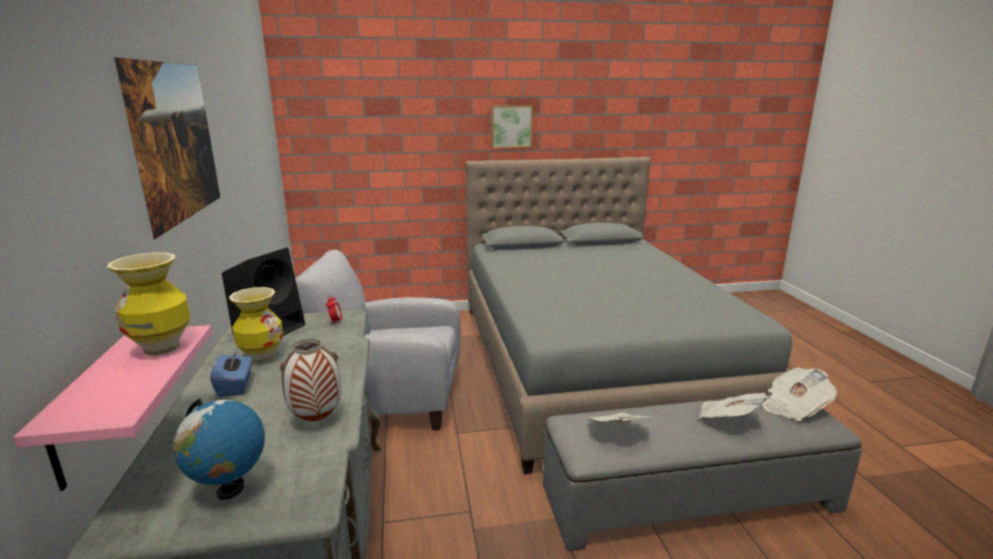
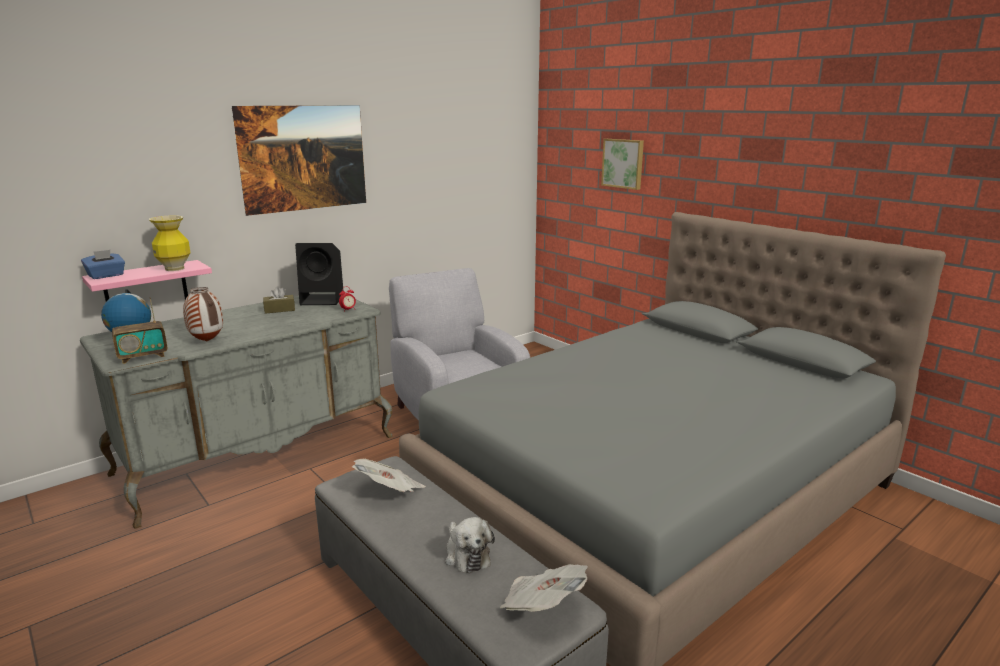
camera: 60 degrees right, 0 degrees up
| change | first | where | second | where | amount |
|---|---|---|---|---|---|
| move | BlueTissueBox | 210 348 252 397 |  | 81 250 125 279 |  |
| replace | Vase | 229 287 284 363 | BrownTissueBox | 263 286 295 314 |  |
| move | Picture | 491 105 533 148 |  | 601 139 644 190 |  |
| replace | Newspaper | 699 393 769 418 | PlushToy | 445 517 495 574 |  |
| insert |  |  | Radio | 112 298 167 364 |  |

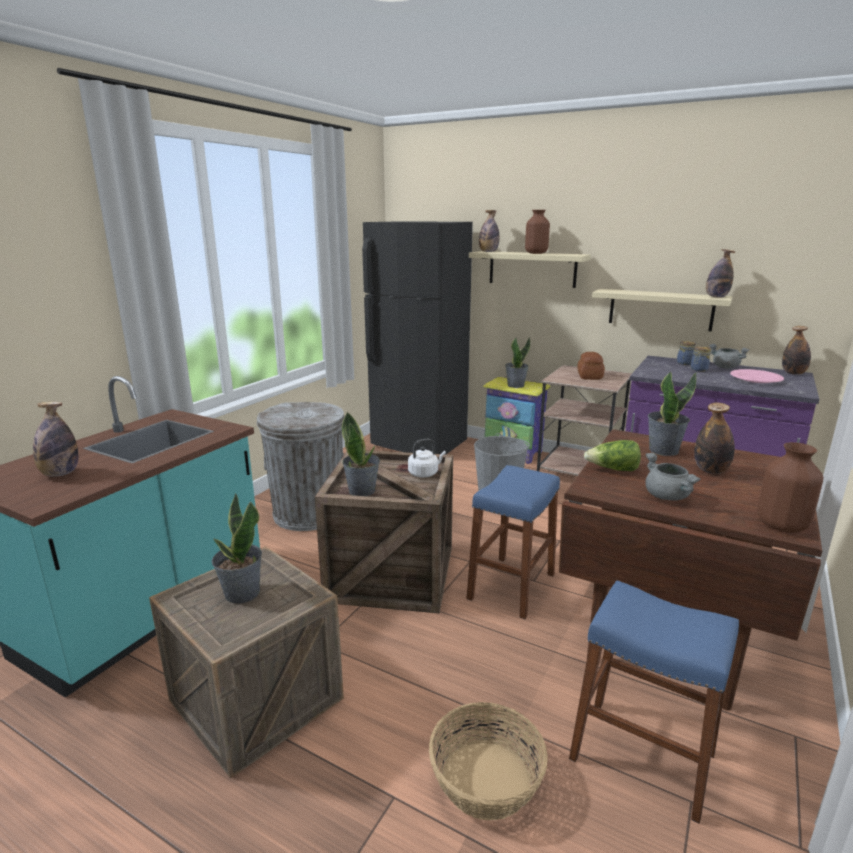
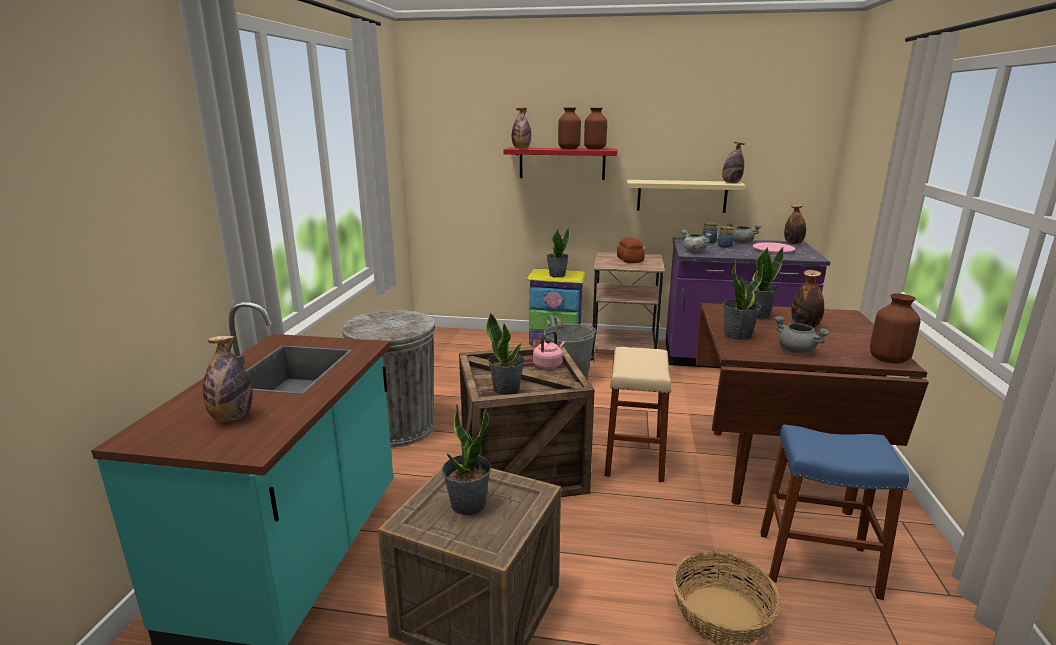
camera: 20 degrees left, 0 degrees up
| change | first | where | second | where | amount |
|---|---|---|---|---|---|
| delete | BlackFridge | 362 221 473 454 |  |  |  |
| recolor | WhiteKettle | 408 439 446 477 | PinkKettle | 533 331 565 369 |  |
| recolor | BlueStool | 466 465 560 619 | BeigeStool | 604 347 671 482 |  |
| recolor | BeigeShelf | 469 251 591 288 | RedShelf | 504 147 618 180 |  |
| replace | Lettuce | 584 440 641 471 | PottedPlant | 723 260 764 341 |  |
| insert |  |  | BrownVase | 584 108 607 149 |  |
| insert |  |  | GreyCookingPot | 681 230 712 252 |  |

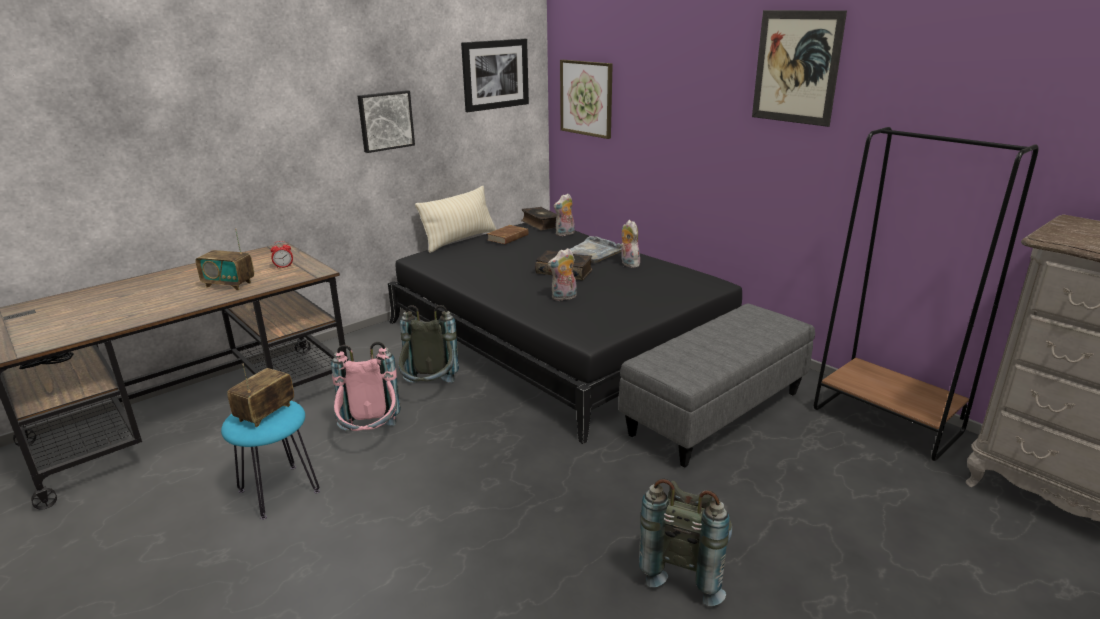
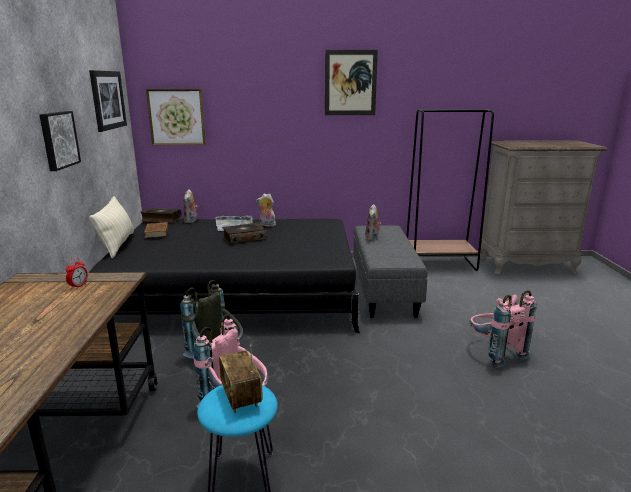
camera: 50 degrees left, 5 degrees down
| change | first | where | second | where | amount |
|---|---|---|---|---|---|
| delete | Radio | 195 228 254 290 |  |  |  |
| move | PlushToy | 548 248 577 301 |  | 365 204 381 241 |  |
| recolor | GreyBackpack | 639 479 732 606 | PinkBackpack | 470 290 537 368 |  |

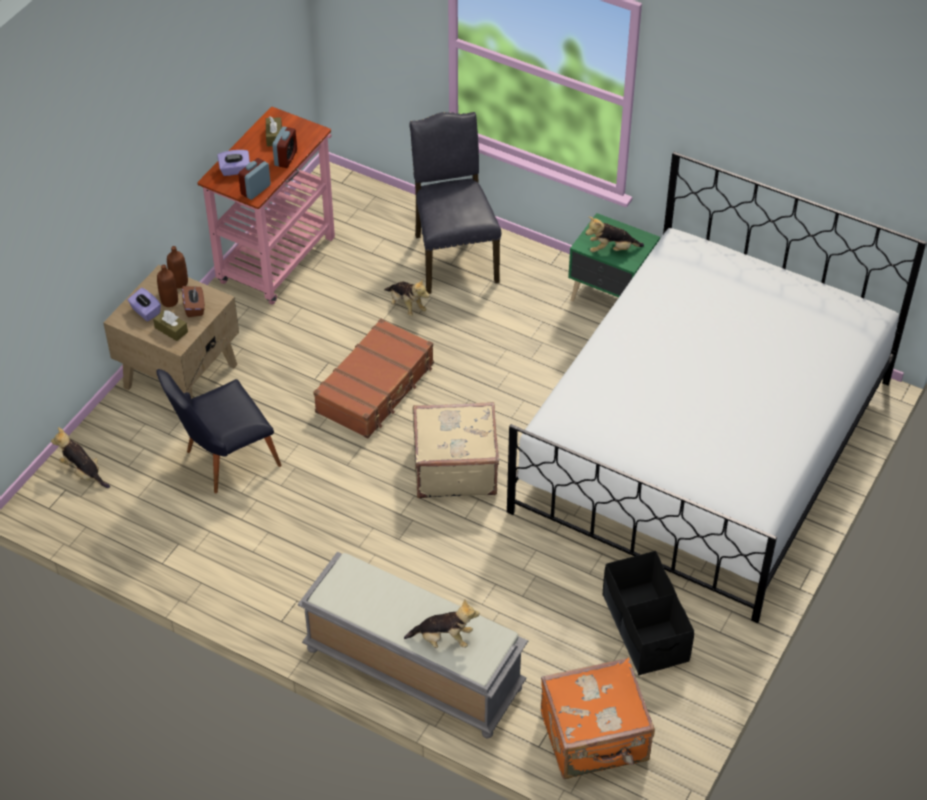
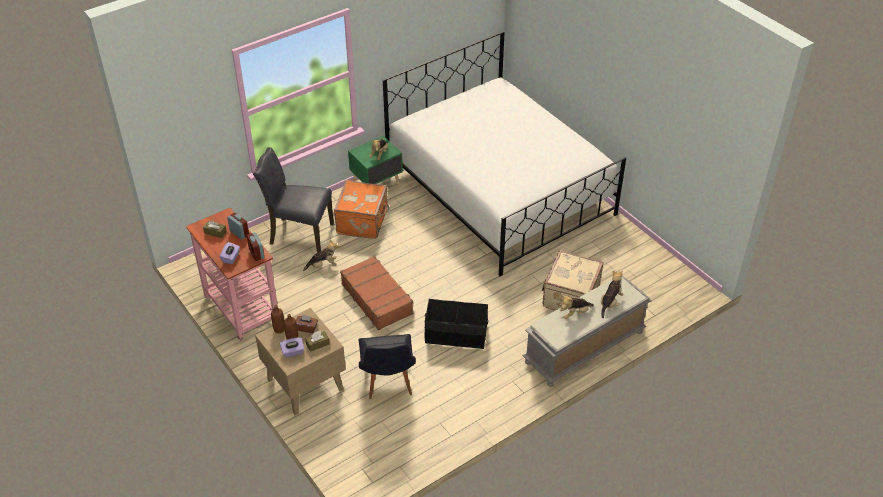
camera: 65 degrees left, 5 degrees down
| change | first | where | second | where | amount |
|---|---|---|---|---|---|
| move | PlushToy | 51 427 110 488 |  | 560 296 594 319 |  |
| move | BeigeSuitcase | 413 402 499 498 |  | 542 250 603 310 |  |
| move | OrangeSuitcase | 541 658 655 779 |  | 334 180 389 239 |  |
| move | BlackStorageBox | 603 551 694 675 |  | 425 299 488 349 |  |

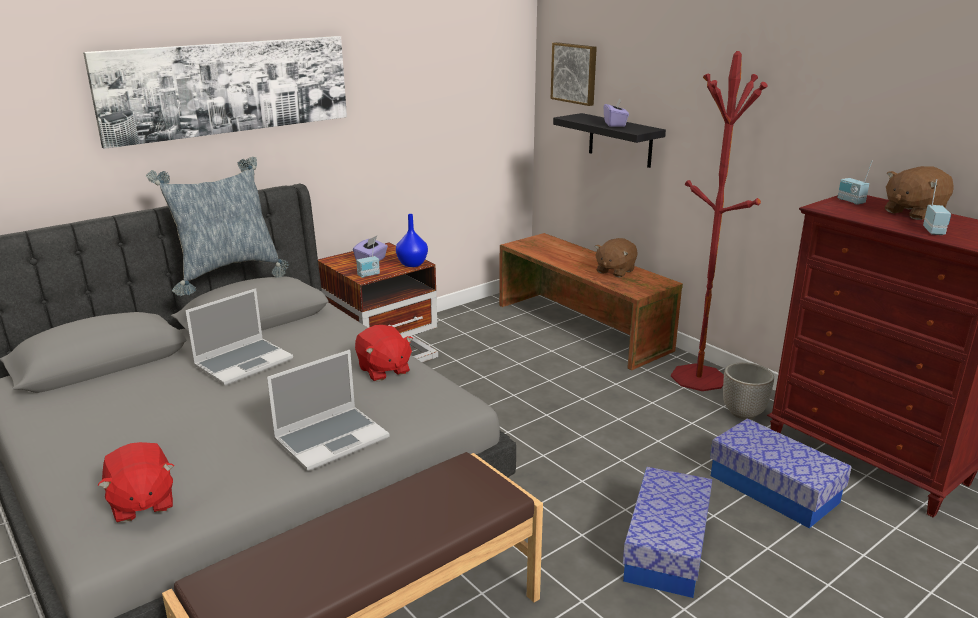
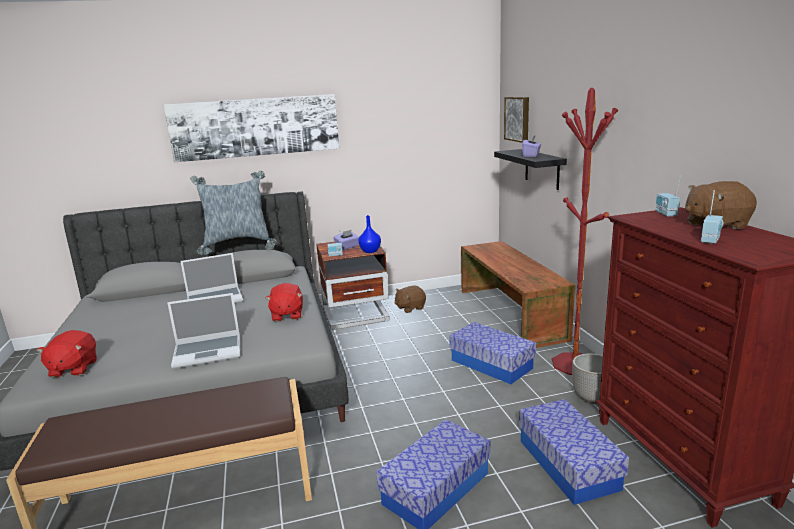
camera: 25 degrees right, 5 degrees down
| change | first | where | second | where | amount |
|---|---|---|---|---|---|
| move | BrownPlushToy | 595 238 637 278 |  | 394 285 426 313 |  |
| insert |  |  | StorageBox | 449 322 536 384 |  |

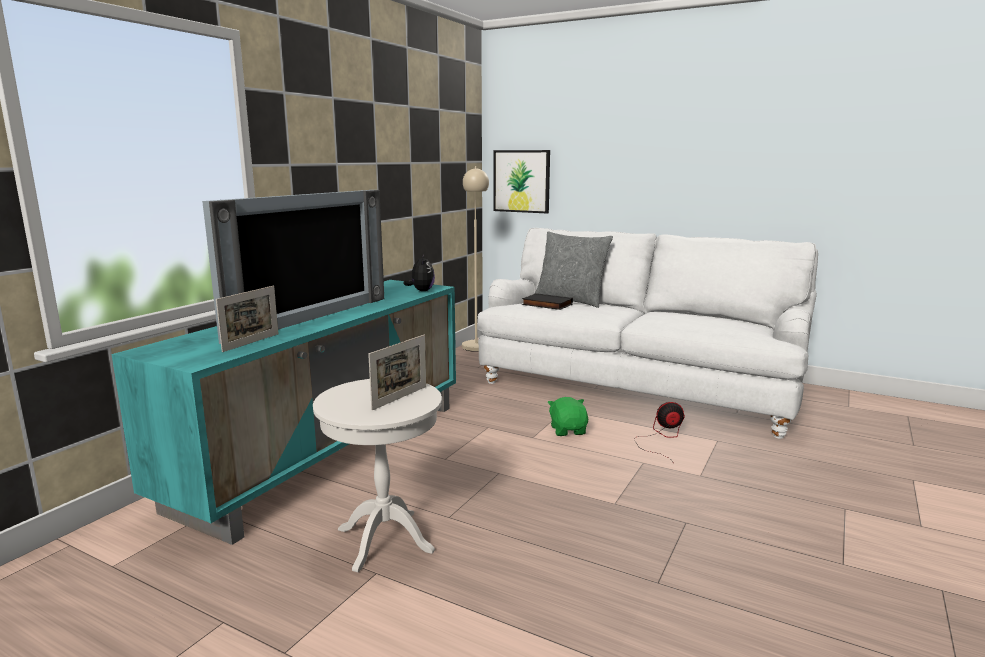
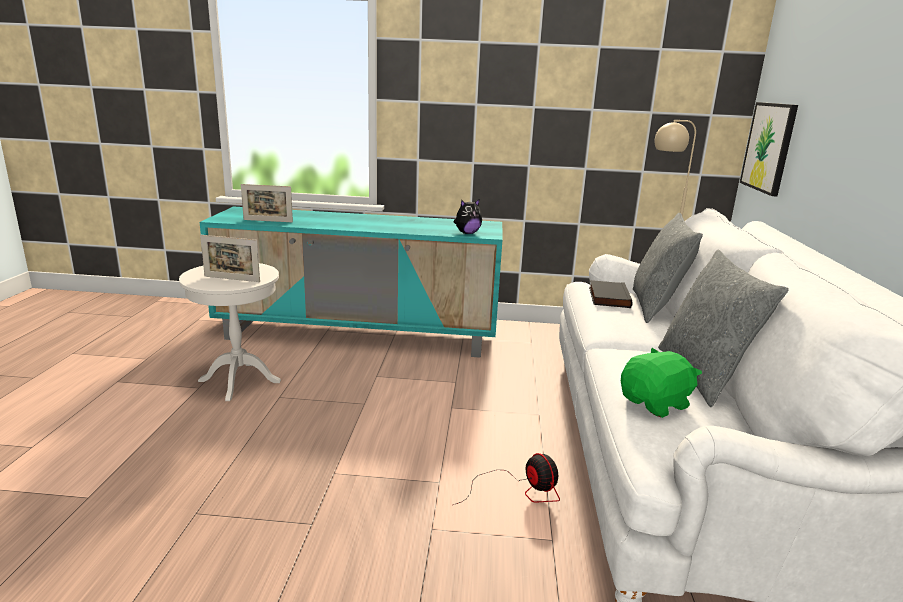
camera: 65 degrees right, 5 degrees up
| change | first | where | second | where | amount |
|---|---|---|---|---|---|
| delete | Television | 202 190 384 344 |  |  |  |
| move | GreenPlushToy | 547 397 588 436 |  | 621 348 702 418 |  |
| insert |  |  | GreyPillow | 658 250 789 407 |  |

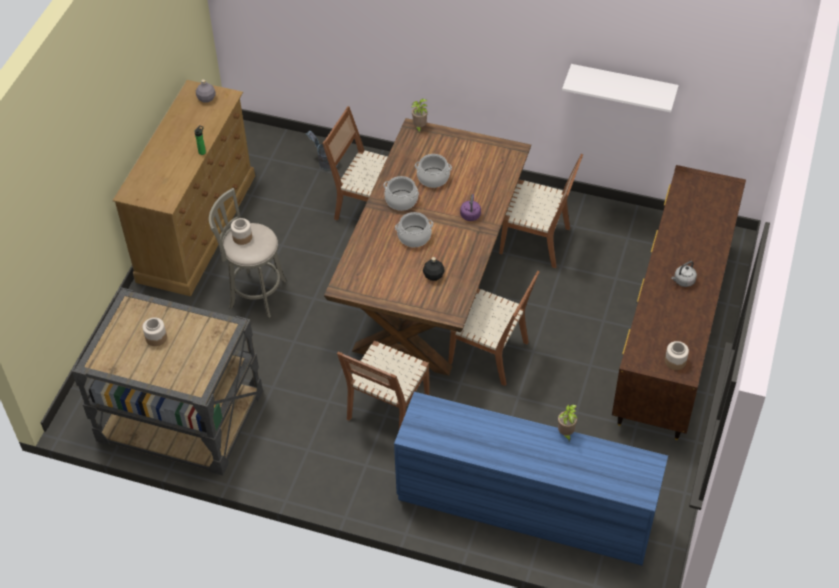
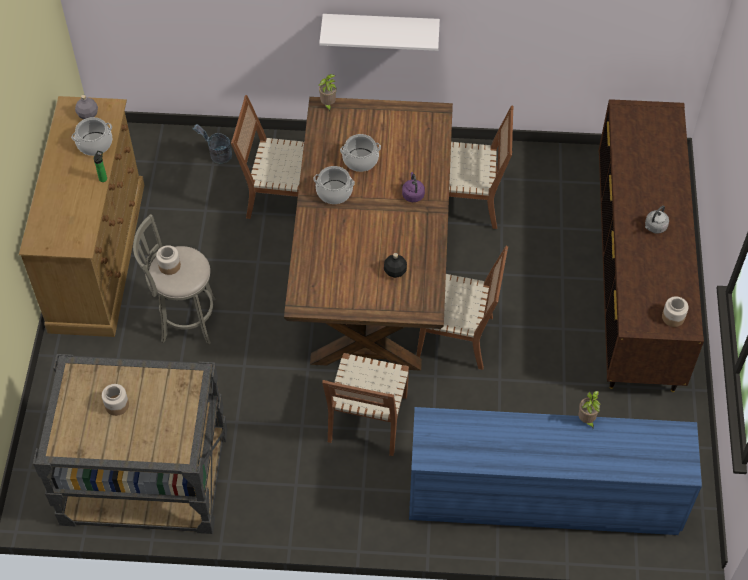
camera: 15 degrees left, 5 degrees up
| change | first | where | second | where | amount |
|---|---|---|---|---|---|
| move | CookingPot | 395 212 433 247 |  | 71 117 112 156 |  |
| move | WhiteShelf | 562 64 679 113 |  | 319 14 440 51 |  |

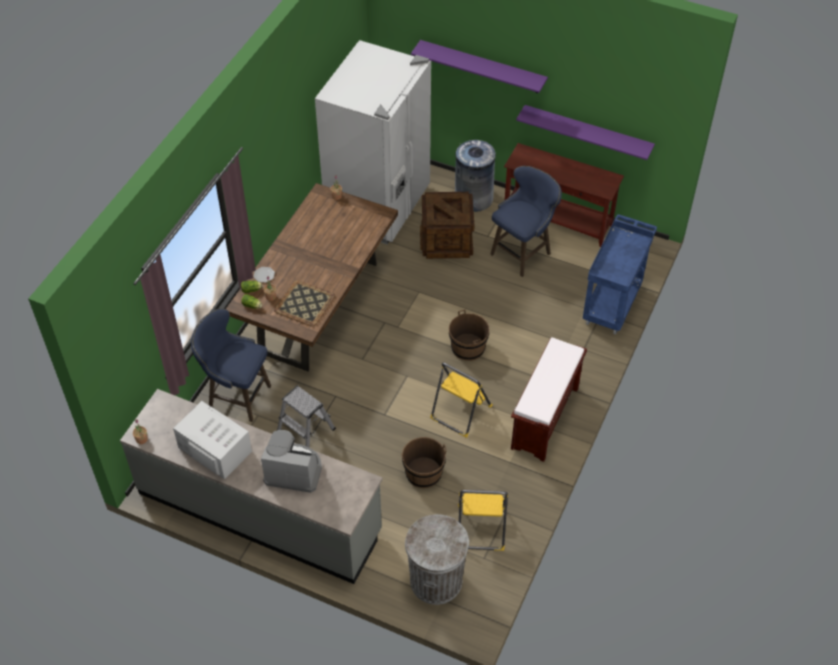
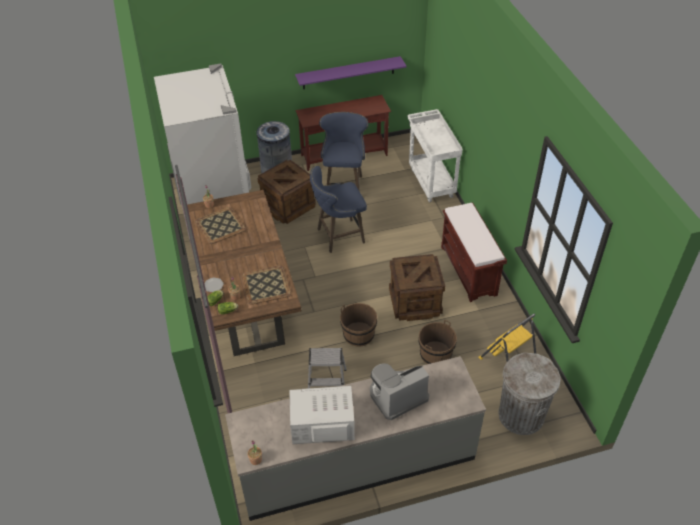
camera: 40 degrees left, 5 degrees down
| change | first | where | second | where | amount |
|---|---|---|---|---|---|
| move | BlueStool | 191 308 271 422 |  | 310 166 367 253 |  |
| delete | PurpleShelf | 411 40 548 93 |  |  |  |
| replace | YellowStepLadder | 430 363 493 438 | Crate | 389 254 445 321 |  |
| move | BrownBucket | 449 309 490 361 |  | 340 303 377 347 |  |
| recolor | BlueCart | 583 214 657 334 | WhiteCart | 408 109 463 202 |  |
| insert |  |  | Tray | 195 207 246 244 |  |

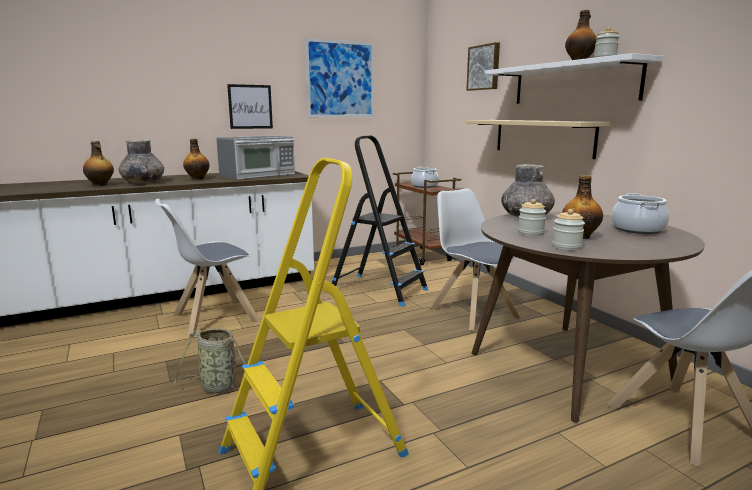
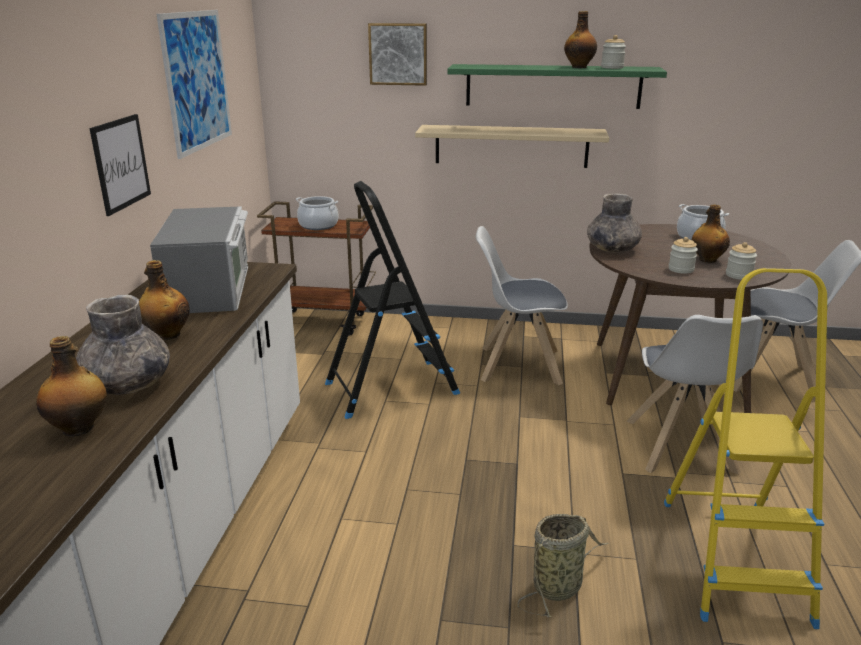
camera: 55 degrees left, 10 degrees up
| change | first | where | second | where | amount |
|---|---|---|---|---|---|
| move | Chair | 155 199 260 337 |  | 627 315 763 475 |  |
| recolor | WhiteShelf | 485 53 663 104 | GreenShelf | 448 64 667 109 |  |

